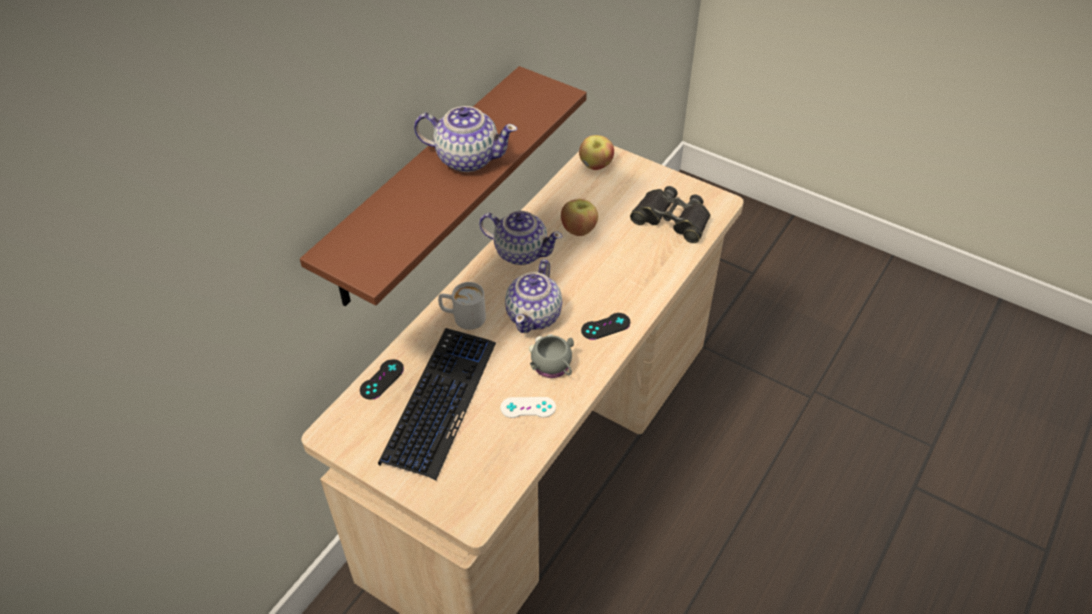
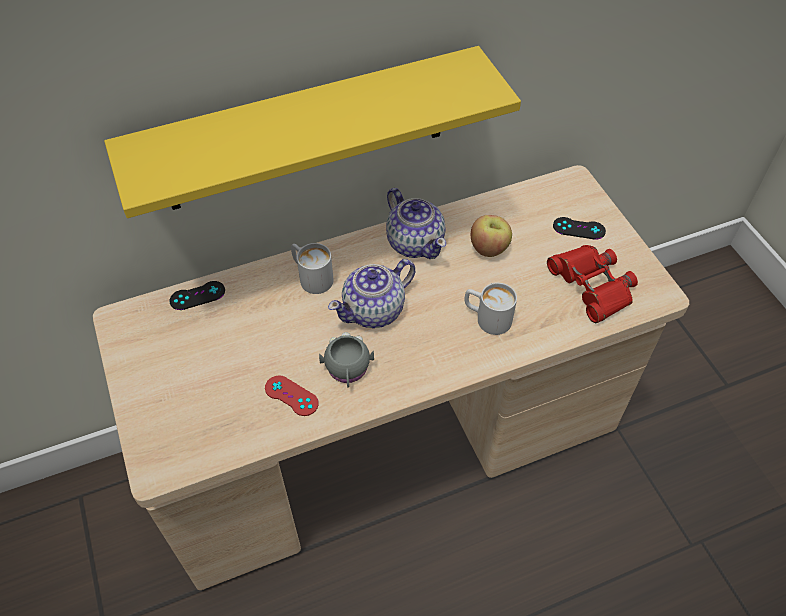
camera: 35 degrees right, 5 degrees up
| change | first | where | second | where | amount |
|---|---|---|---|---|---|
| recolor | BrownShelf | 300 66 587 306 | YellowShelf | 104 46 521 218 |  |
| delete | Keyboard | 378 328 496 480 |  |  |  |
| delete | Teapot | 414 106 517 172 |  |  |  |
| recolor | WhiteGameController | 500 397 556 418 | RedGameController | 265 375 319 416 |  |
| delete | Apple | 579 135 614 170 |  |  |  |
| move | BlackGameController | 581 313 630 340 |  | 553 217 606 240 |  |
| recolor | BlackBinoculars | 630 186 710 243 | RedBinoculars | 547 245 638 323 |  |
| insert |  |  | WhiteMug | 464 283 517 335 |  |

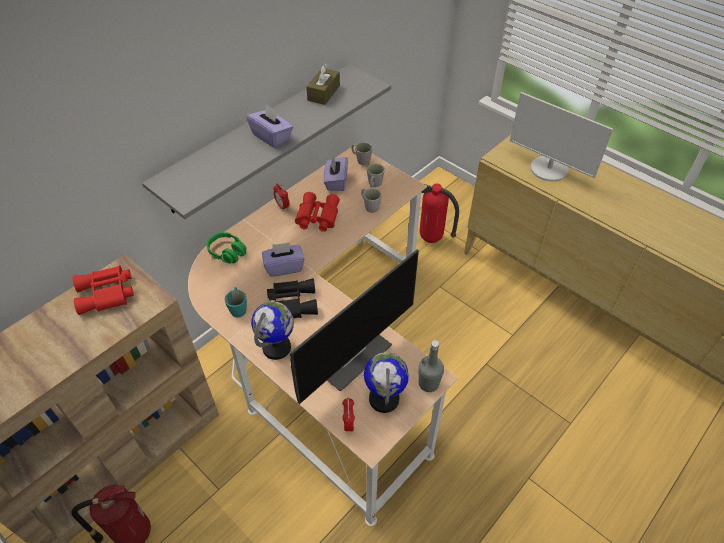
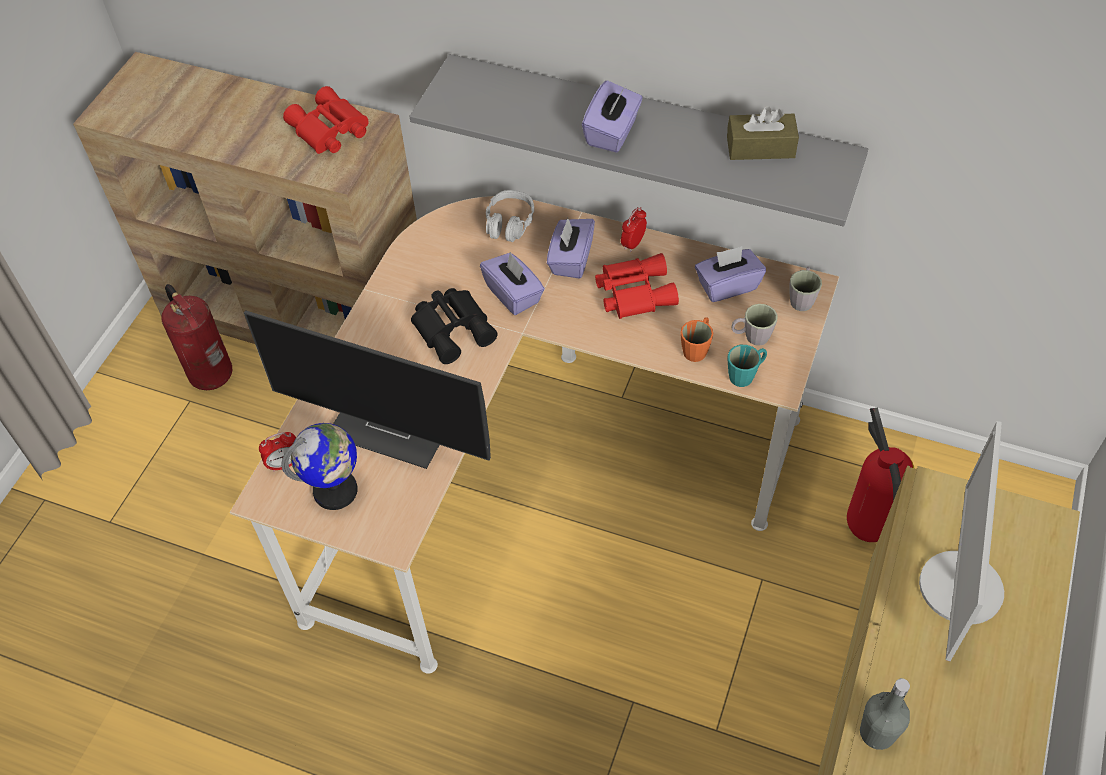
camera: 70 degrees right, 5 degrees up
| change | first | where | second | where | amount |
|---|---|---|---|---|---|
| recolor | GreenHeadphones | 206 232 247 264 | GreyHeadphones | 486 190 534 242 |  |
| move | TurquoiseMug | 224 287 247 317 |  | 728 345 767 387 |  |
| delete | Globe | 251 301 294 360 |  |  |  |
| recolor | GreyMug | 361 188 382 213 | OrangeMug | 680 317 713 362 |  |
| move | GreyBottle | 418 340 444 392 |  | 860 678 910 750 |  |
| insert |  |  | PurpleTissueBox | 547 218 595 279 |  |

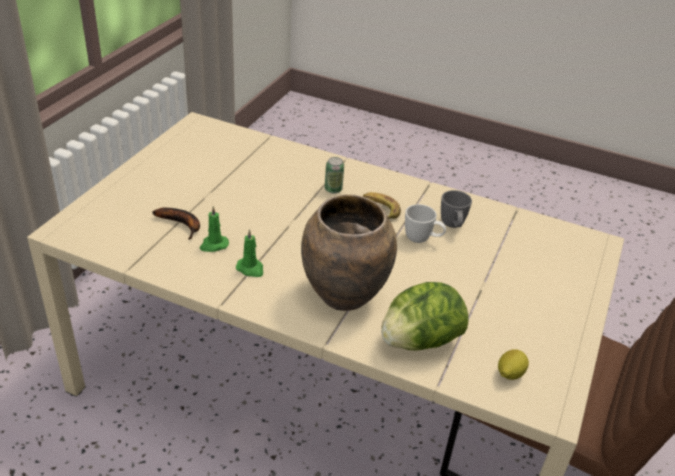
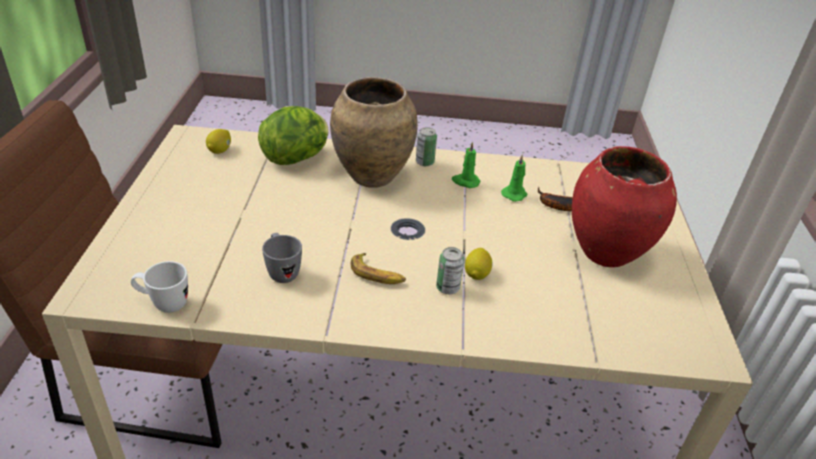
camera: 160 degrees right, 0 degrees up
| change | first | where | second | where | amount |
|---|---|---|---|---|---|
| move | WhiteMug | 405 204 446 243 |  | 131 261 188 313 |  |
| insert |  |  | Can | 416 127 437 166 |  |
| insert |  |  | Lemon | 465 248 493 280 |  |
| insert |  |  | RedVase | 572 146 677 267 |  |

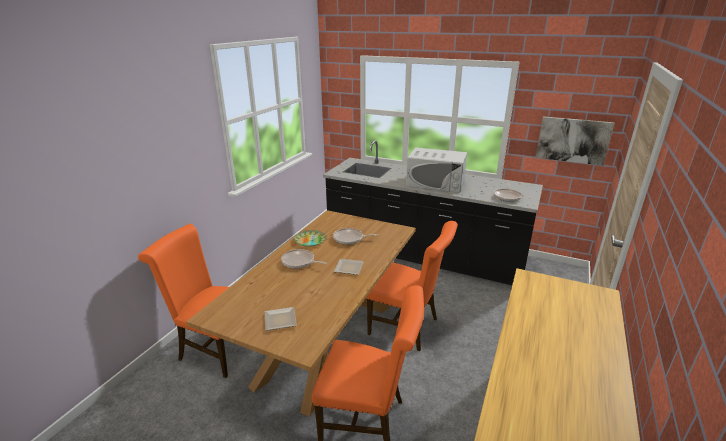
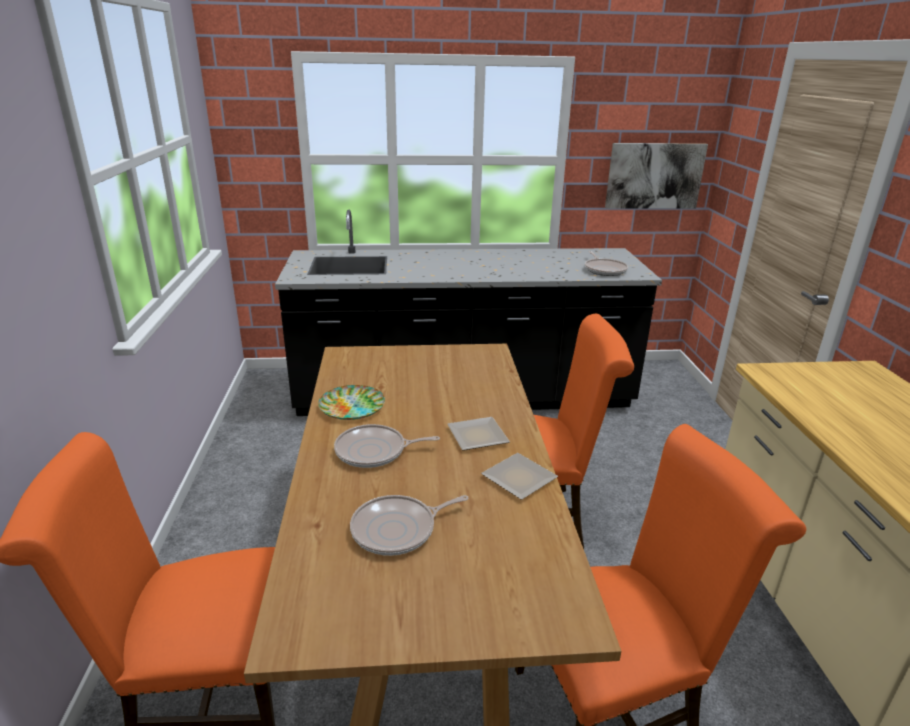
camera: 30 degrees left, 0 degrees up
| change | first | where | second | where | amount |
|---|---|---|---|---|---|
| move | Plate | 265 307 297 331 |  | 481 453 558 500 |  |
| move | FryingPan | 333 228 378 245 |  | 350 495 469 556 |  |
| delete | WhiteMicrowave | 406 147 467 193 |  |  |  |

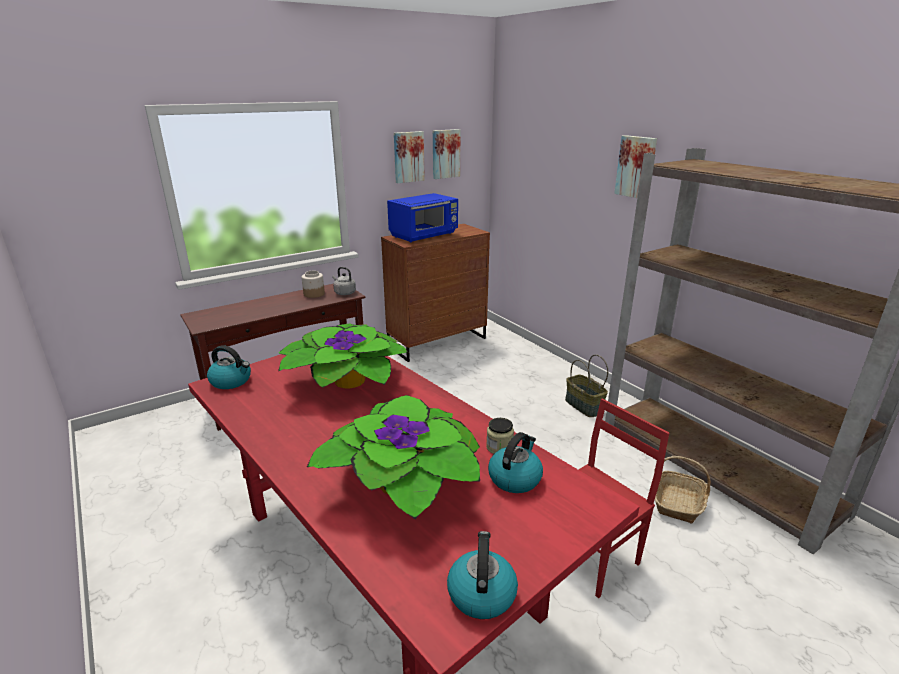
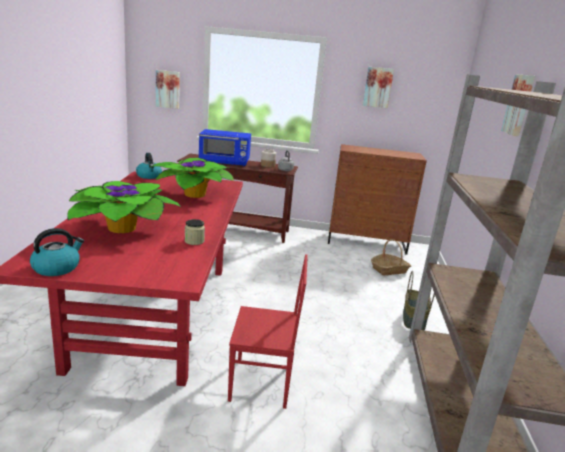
camera: 40 degrees right, 5 degrees down
| change | first | where | second | where | amount |
|---|---|---|---|---|---|
| move | BlueMicrowave | 387 193 458 242 |  | 199 129 251 166 |  |
| move | Picture | 433 129 460 179 |  | 156 70 180 109 |  |
| delete | Kettle | 488 432 543 493 |  |  |  |
| move | Basket | 654 456 711 523 |  | 371 239 411 275 |  |

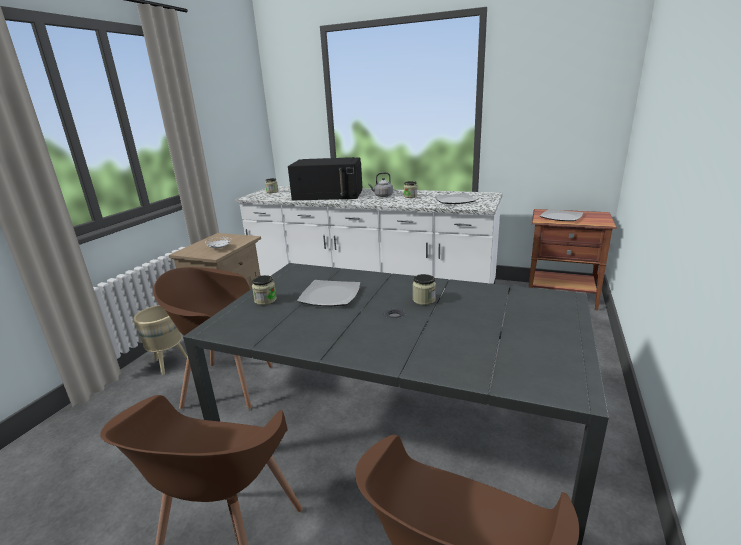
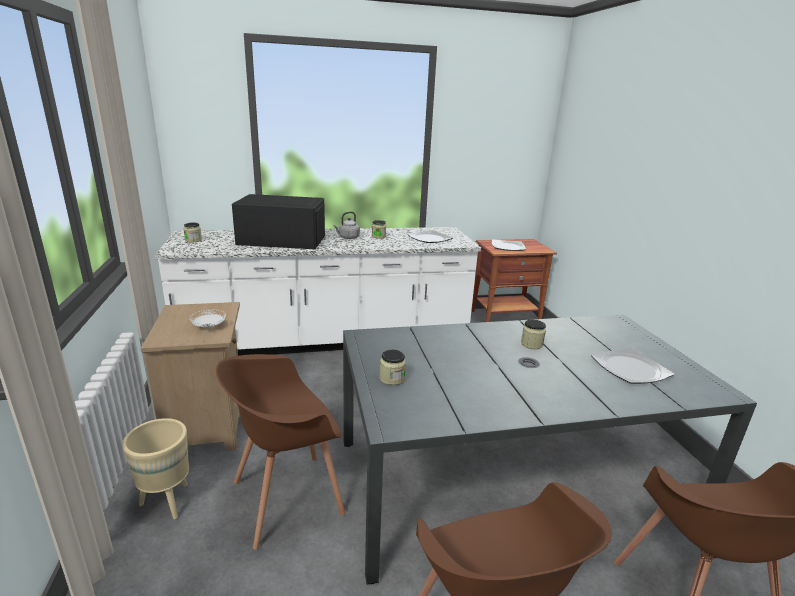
camera: 35 degrees left, 0 degrees up
| change | first | where | second | where | amount |
|---|---|---|---|---|---|
| rotate | BlackMicrowave | 288 157 362 200 |  | 232 194 325 249 | 150 degrees counterclockwise |
| move | Plate | 297 280 360 306 |  | 591 348 674 384 |  |

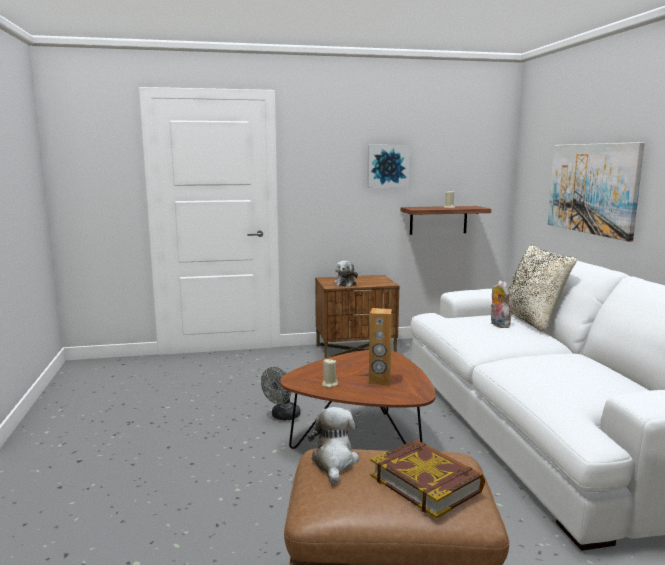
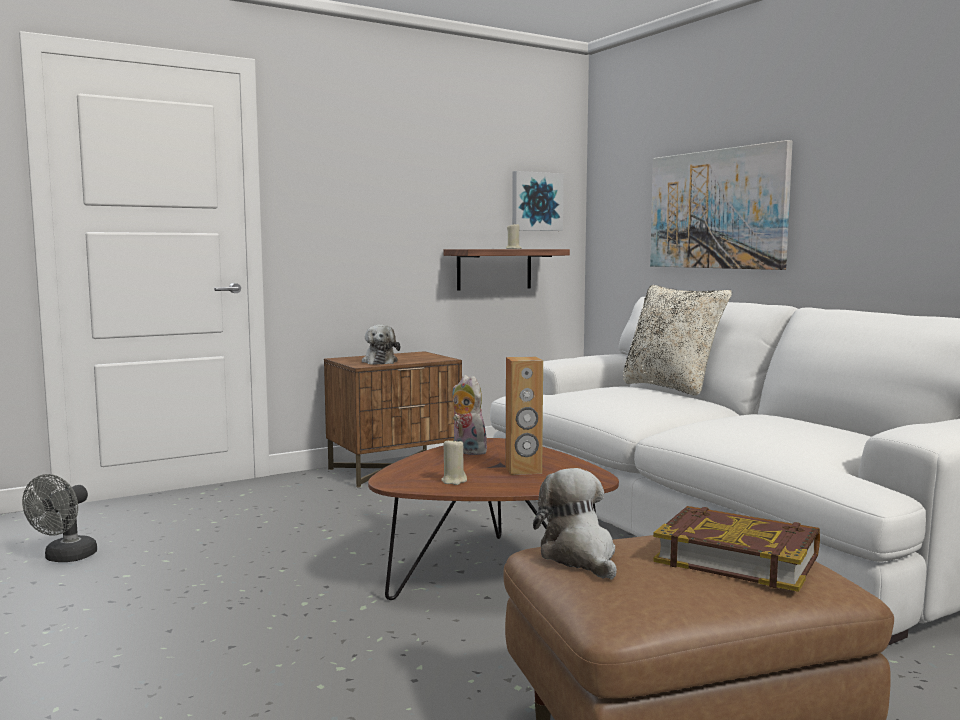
camera: 20 degrees left, 5 degrees down
| change | first | where | second | where | amount |
|---|---|---|---|---|---|
| move | GreyFan | 261 367 301 421 |  | 22 474 97 562 |  |
| move | Picture | 367 145 410 188 |  | 512 171 564 231 |  |
| move | PlushToy | 491 280 511 328 |  | 453 375 489 455 |  |

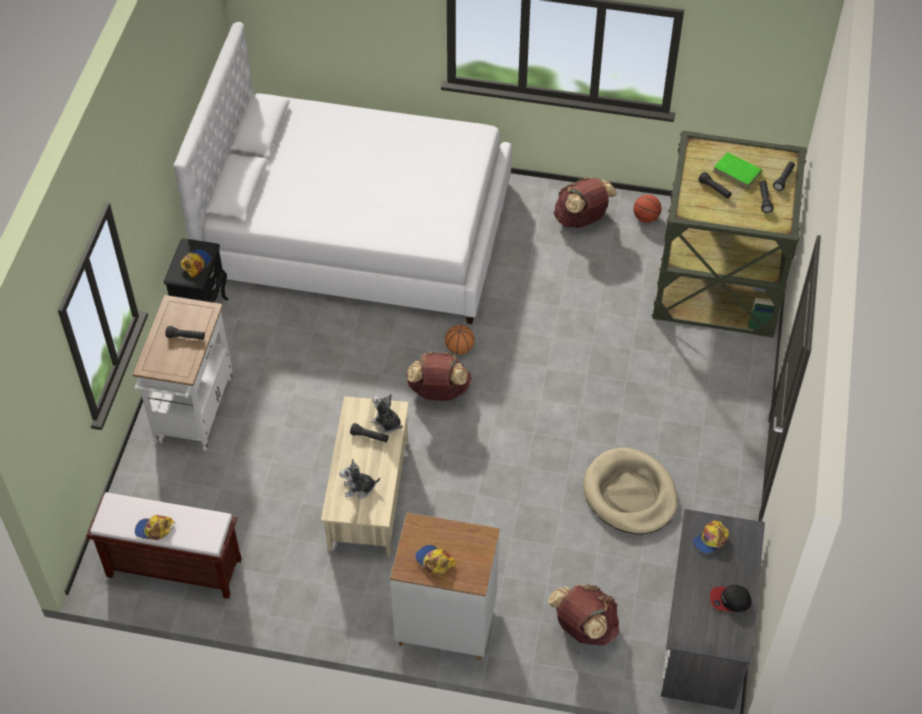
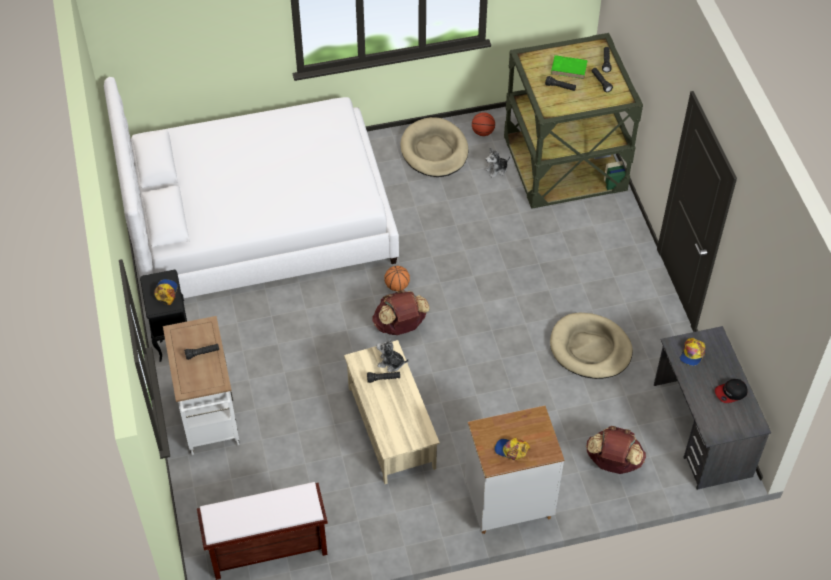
camera: 25 degrees left, 0 degrees up
| change | first | where | second | where | amount |
|---|---|---|---|---|---|
| delete | Cap | 135 515 175 540 |  |  |  |
| move | PlushToy | 339 459 380 499 |  | 485 148 510 178 |  |
| replace | BrownBackpack | 554 178 617 228 | BeigeDogBed | 400 117 468 177 |  |

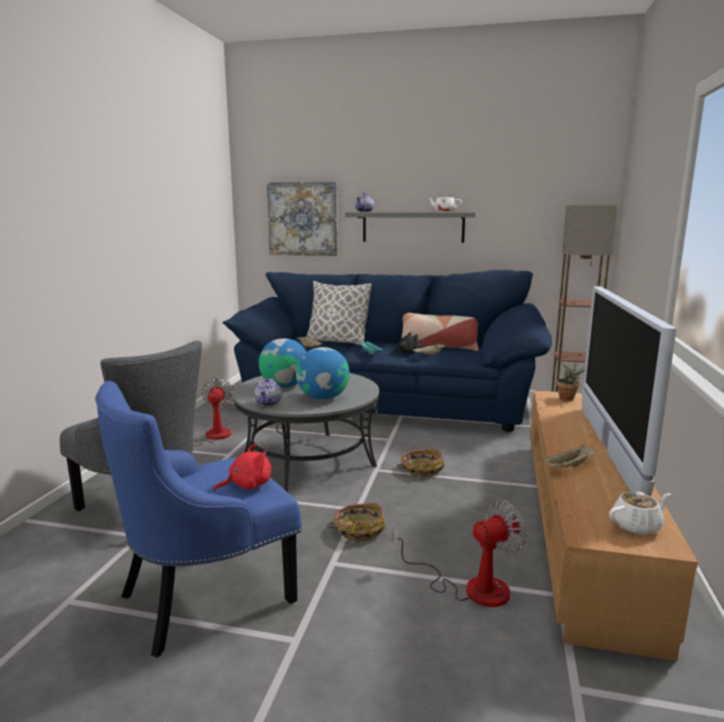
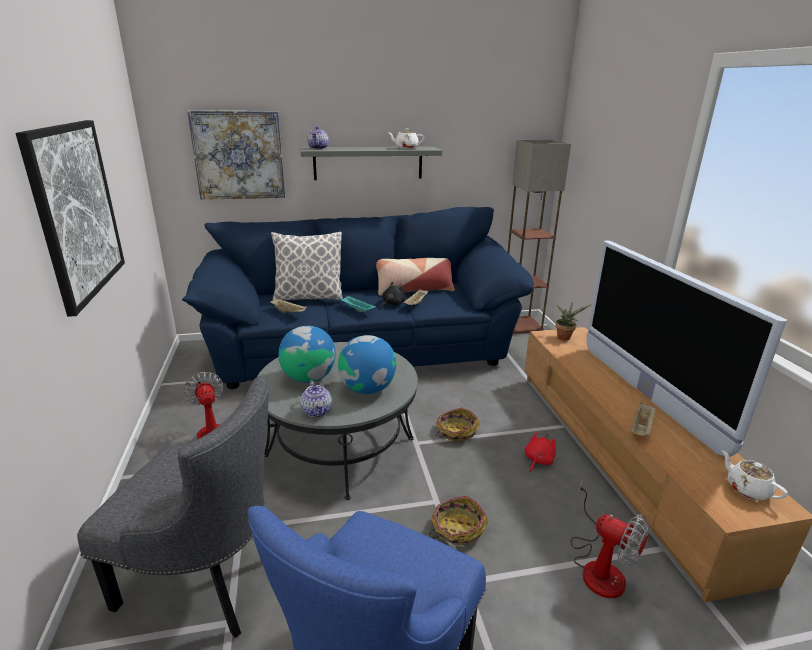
camera: 25 degrees left, 10 degrees up
| change | first | where | second | where | amount |
|---|---|---|---|---|---|
| move | RedPlushToy | 213 444 272 491 |  | 524 432 556 472 |  |
| rotate | Fan | 393 499 527 607 |  | 571 479 650 598 | 90 degrees clockwise |
| rotate | WhiteTeapot | 609 491 671 535 |  | 721 450 788 500 | 75 degrees counterclockwise |
| insert |  |  | Picture | 16 120 125 317 |  |

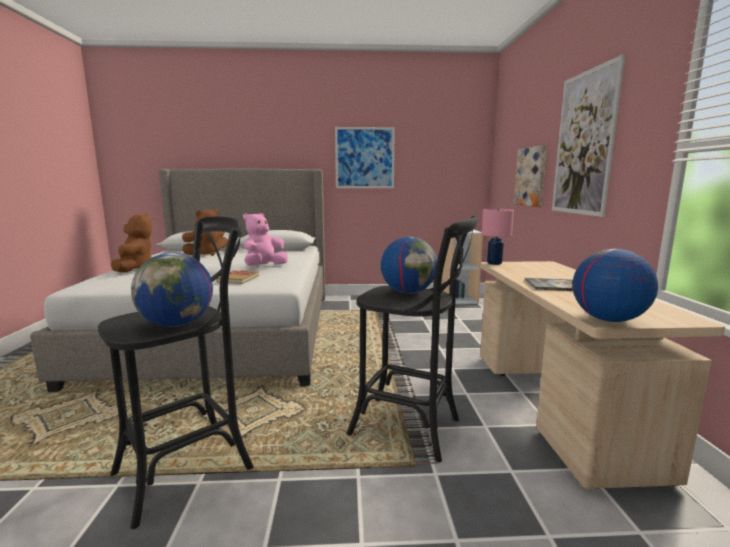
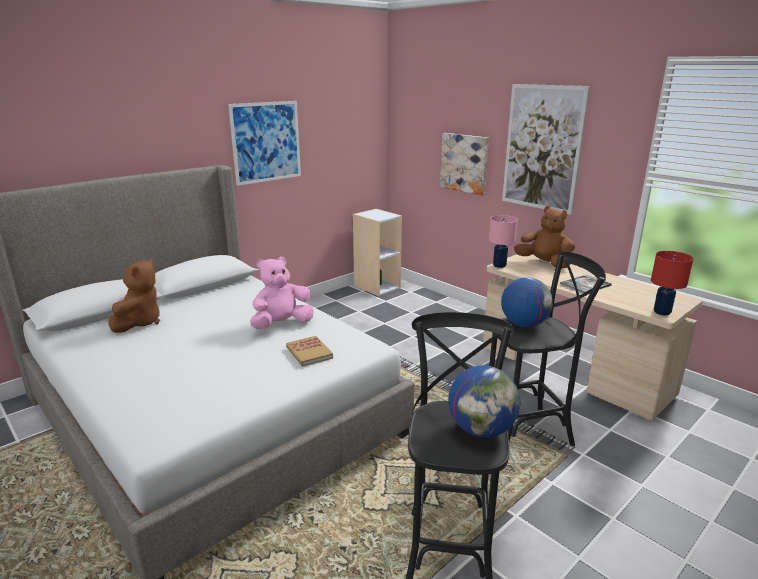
camera: 40 degrees left, 10 degrees up
| change | first | where | second | where | amount |
|---|---|---|---|---|---|
| move | BrownPlushToy | 111 213 152 272 |  | 514 206 575 268 |  |
| rotate | PinkPlushToy | 243 213 288 266 |  | 250 257 314 329 | 60 degrees clockwise |
| replace | Globe | 572 249 658 322 | RedTableLamp | 651 251 694 315 |  |

